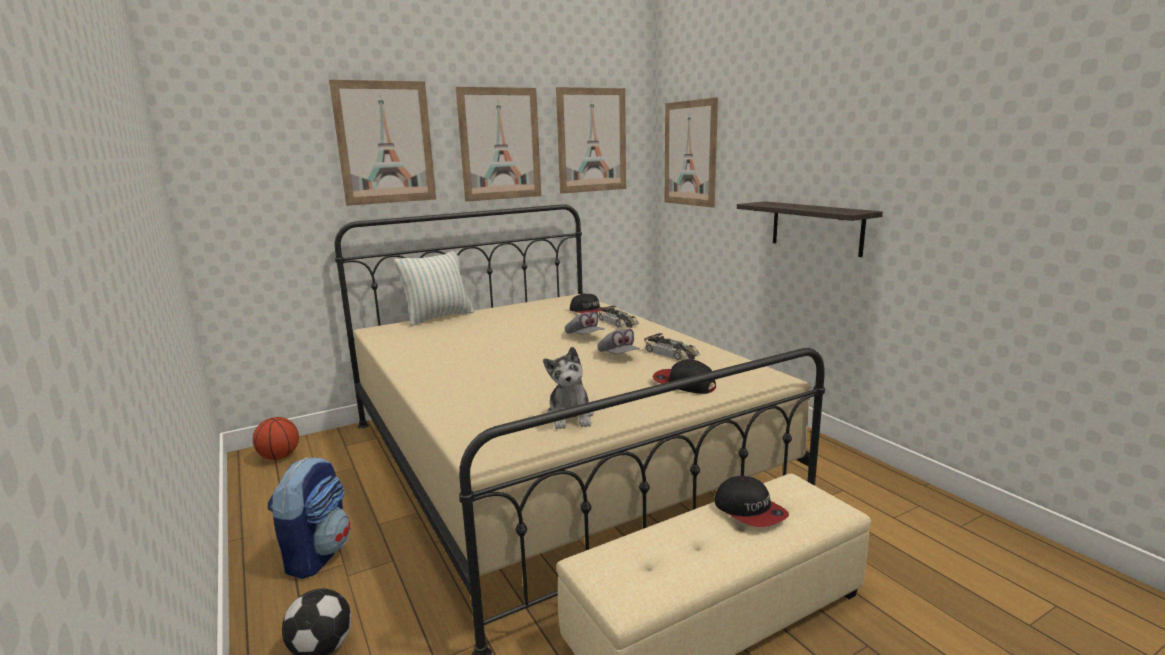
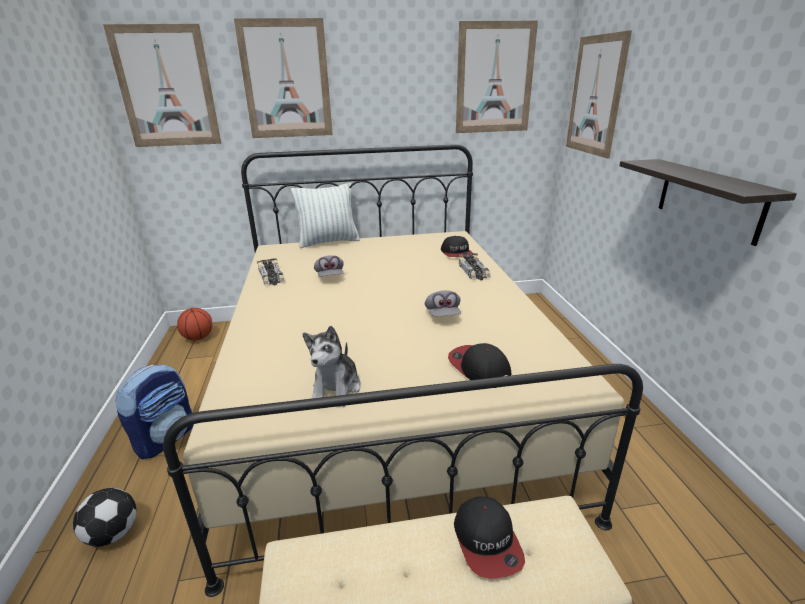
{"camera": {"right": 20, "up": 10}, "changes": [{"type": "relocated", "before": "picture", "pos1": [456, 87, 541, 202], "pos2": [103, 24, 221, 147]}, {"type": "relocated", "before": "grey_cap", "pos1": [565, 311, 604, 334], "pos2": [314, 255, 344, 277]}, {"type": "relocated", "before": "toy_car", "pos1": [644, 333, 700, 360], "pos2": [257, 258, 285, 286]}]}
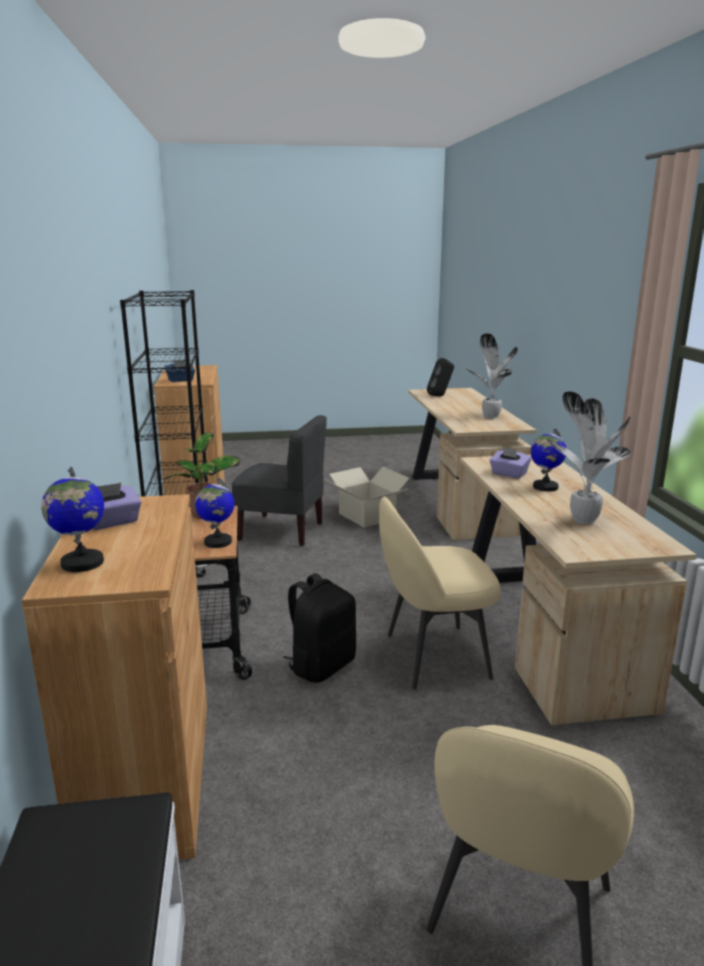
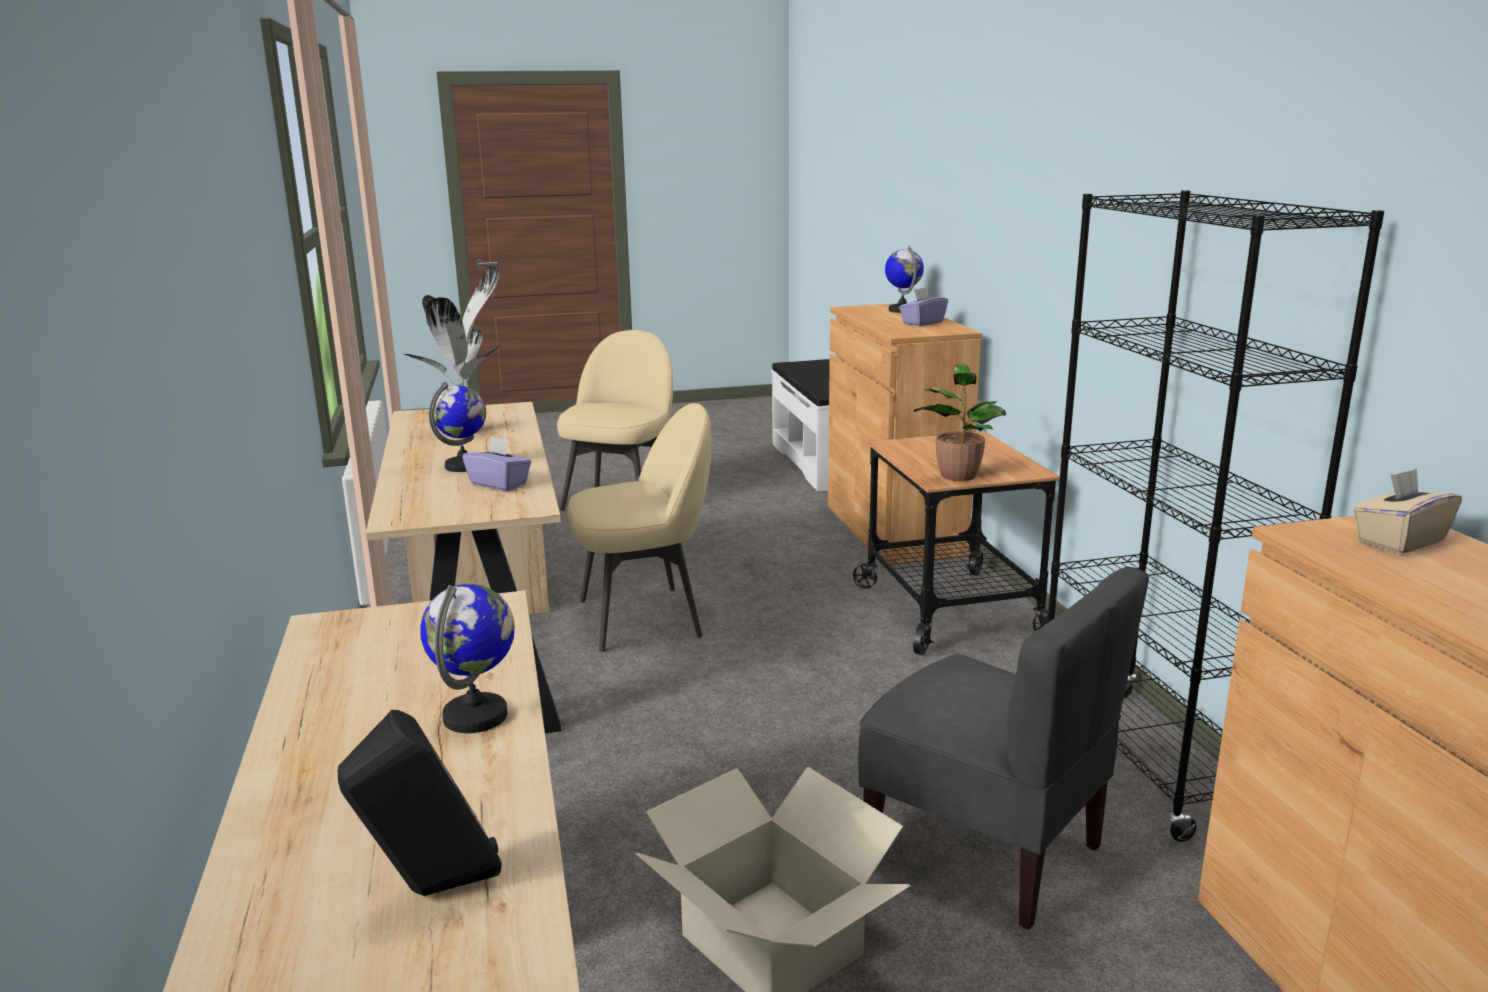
{"camera": {"right": 175, "up": 0}, "changes": [{"type": "colour", "before": "blue_tissue_box", "after": "beige_tissue_box", "pos1": [165, 360, 195, 382], "pos2": [1353, 468, 1462, 554]}, {"type": "relocated", "before": "globe", "pos1": [195, 478, 234, 548], "pos2": [420, 584, 515, 733]}, {"type": "spun", "before": "grey_chair", "pos1": [231, 415, 327, 546], "pos2": [858, 567, 1149, 929], "turn": -150}, {"type": "missing", "before": "black_backpack", "pos1": [283, 573, 356, 683]}, {"type": "missing", "before": "potted_plant", "pos1": [466, 334, 518, 419]}]}
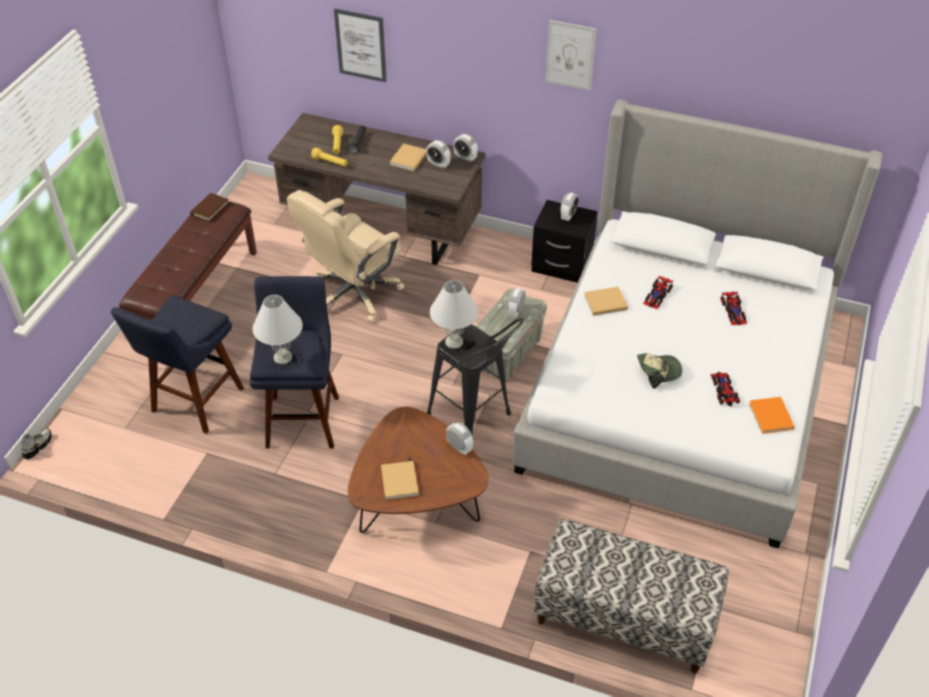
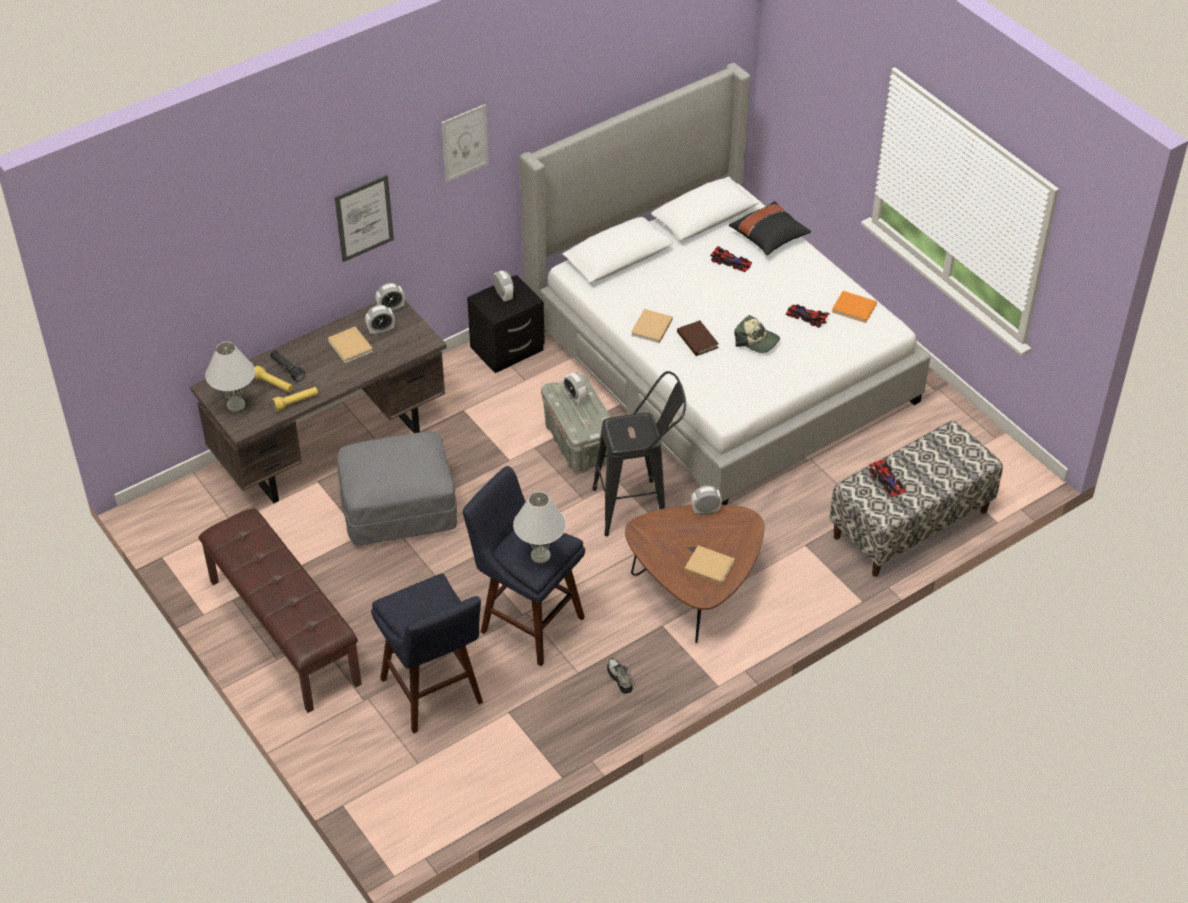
{"camera": {"right": -55, "up": 0}, "changes": [{"type": "relocated", "before": "shoe", "pos1": [20, 428, 51, 459], "pos2": [607, 658, 632, 693]}, {"type": "relocated", "before": "brown_book", "pos1": [190, 193, 229, 222], "pos2": [677, 320, 719, 356]}, {"type": "exchanged", "before": "beige_office_chair", "after": "grey_ottoman", "pos1": [287, 190, 404, 323], "pos2": [337, 432, 457, 545]}, {"type": "relocated", "before": "picture", "pos1": [334, 8, 387, 82], "pos2": [335, 174, 394, 262]}, {"type": "relocated", "before": "white_table_lamp", "pos1": [430, 280, 478, 349], "pos2": [205, 342, 255, 412]}, {"type": "spun", "before": "cap", "pos1": [637, 353, 682, 389], "pos2": [734, 315, 780, 353], "turn": 105}, {"type": "relocated", "before": "toy_car", "pos1": [643, 276, 673, 309], "pos2": [869, 459, 906, 497]}, {"type": "appeared", "after": "black_pillow", "pos2": [729, 201, 811, 255]}]}
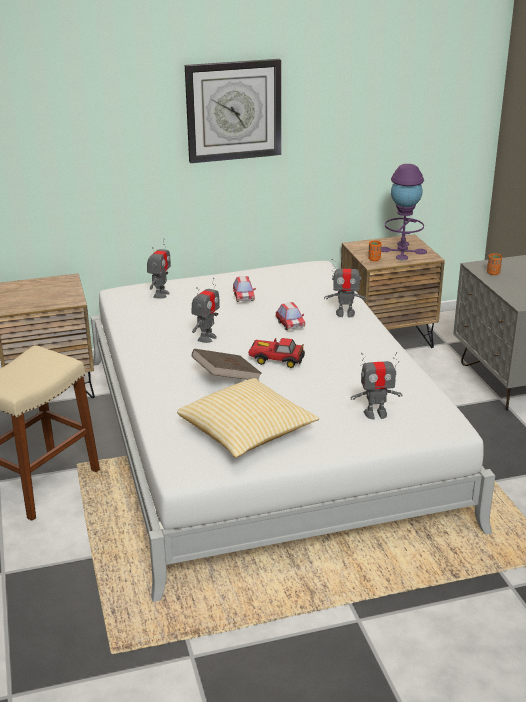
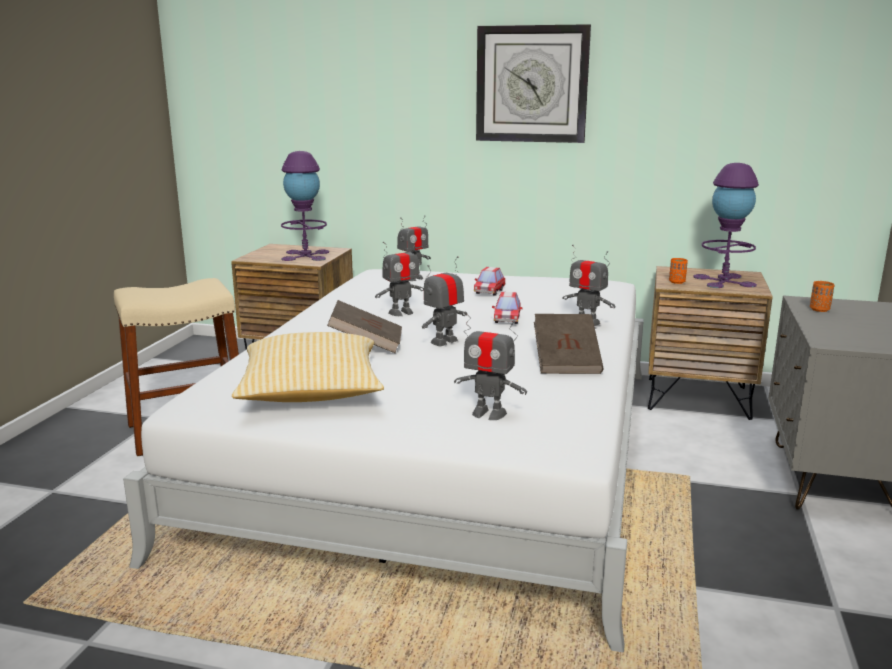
{"camera": {"right": 30, "up": -10}, "changes": [{"type": "exchanged", "before": "toy_car", "after": "toy_robot", "pos1": [248, 338, 305, 368], "pos2": [422, 256, 467, 346]}, {"type": "appeared", "after": "purple_table_lamp", "pos2": [281, 151, 329, 261]}, {"type": "appeared", "after": "brown_book", "pos2": [534, 314, 604, 374]}]}
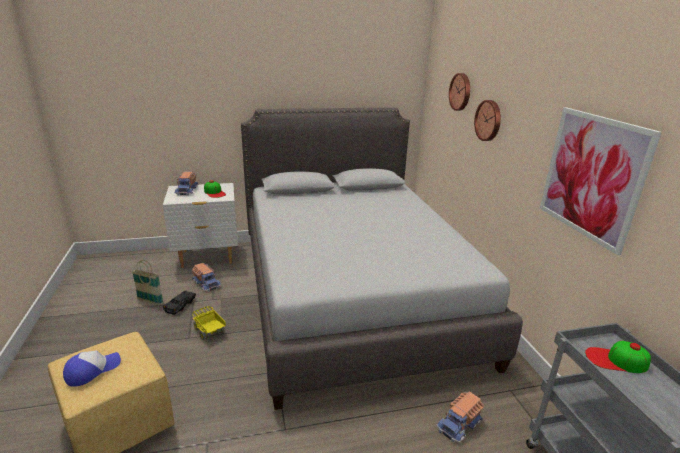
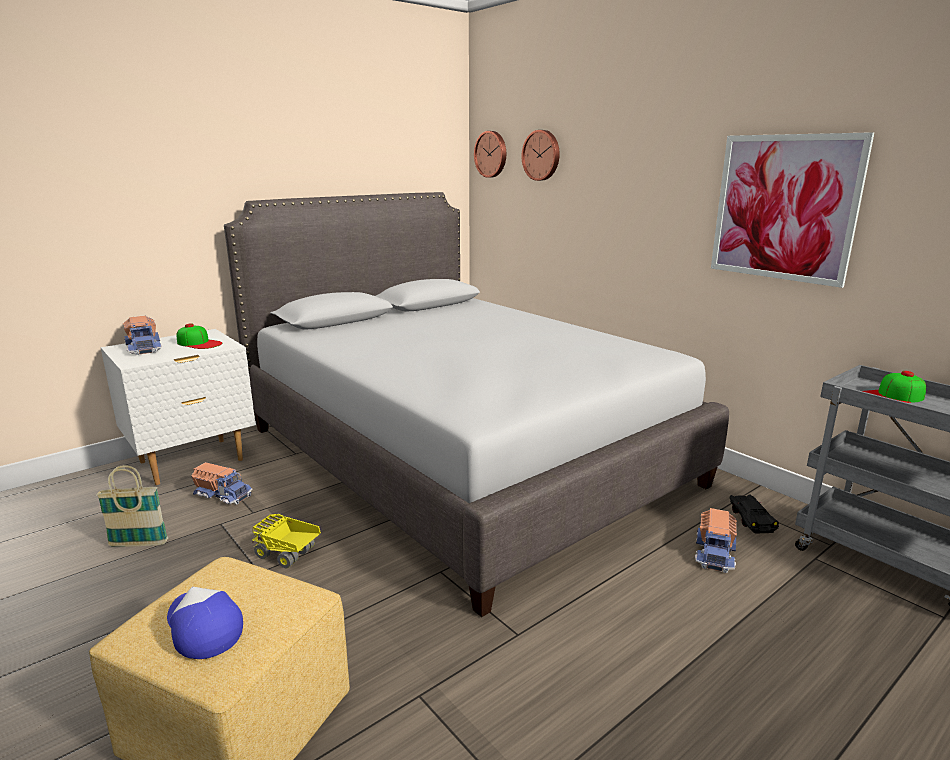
{"camera": {"right": -25, "up": -5}, "changes": [{"type": "spun", "before": "cap", "pos1": [63, 350, 121, 387], "pos2": [167, 587, 243, 659], "turn": -60}, {"type": "relocated", "before": "black_toy_car", "pos1": [163, 290, 196, 315], "pos2": [729, 495, 779, 534]}, {"type": "relocated", "before": "wall_clock", "pos1": [474, 100, 501, 141], "pos2": [474, 131, 506, 178]}]}
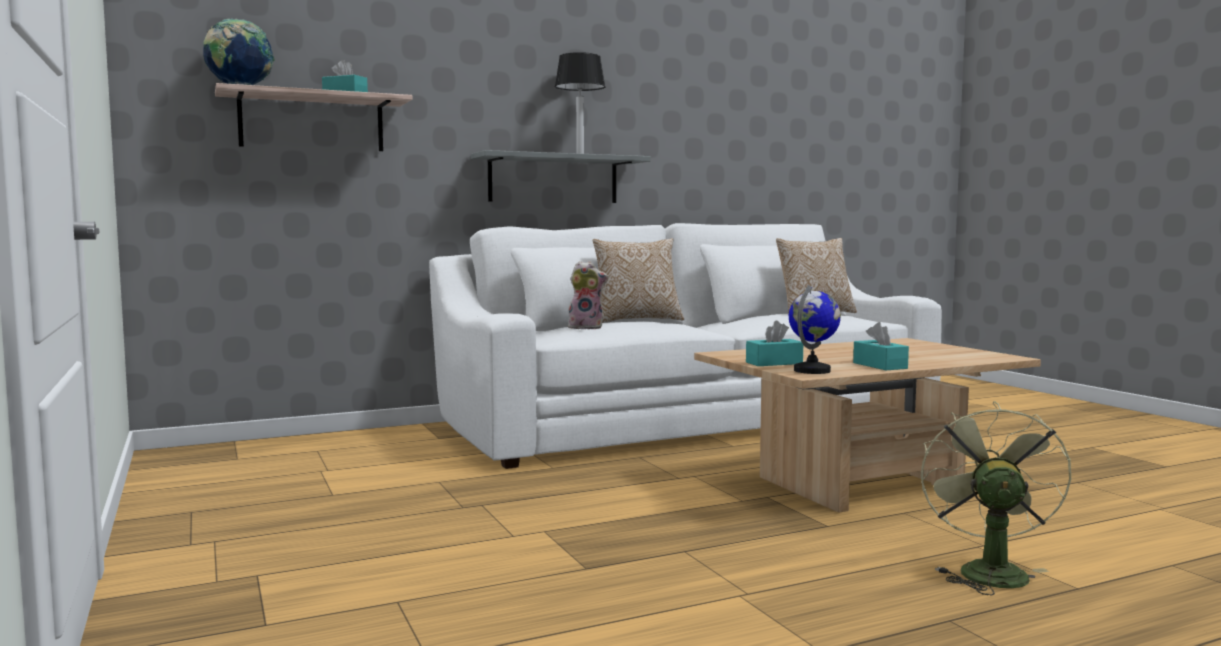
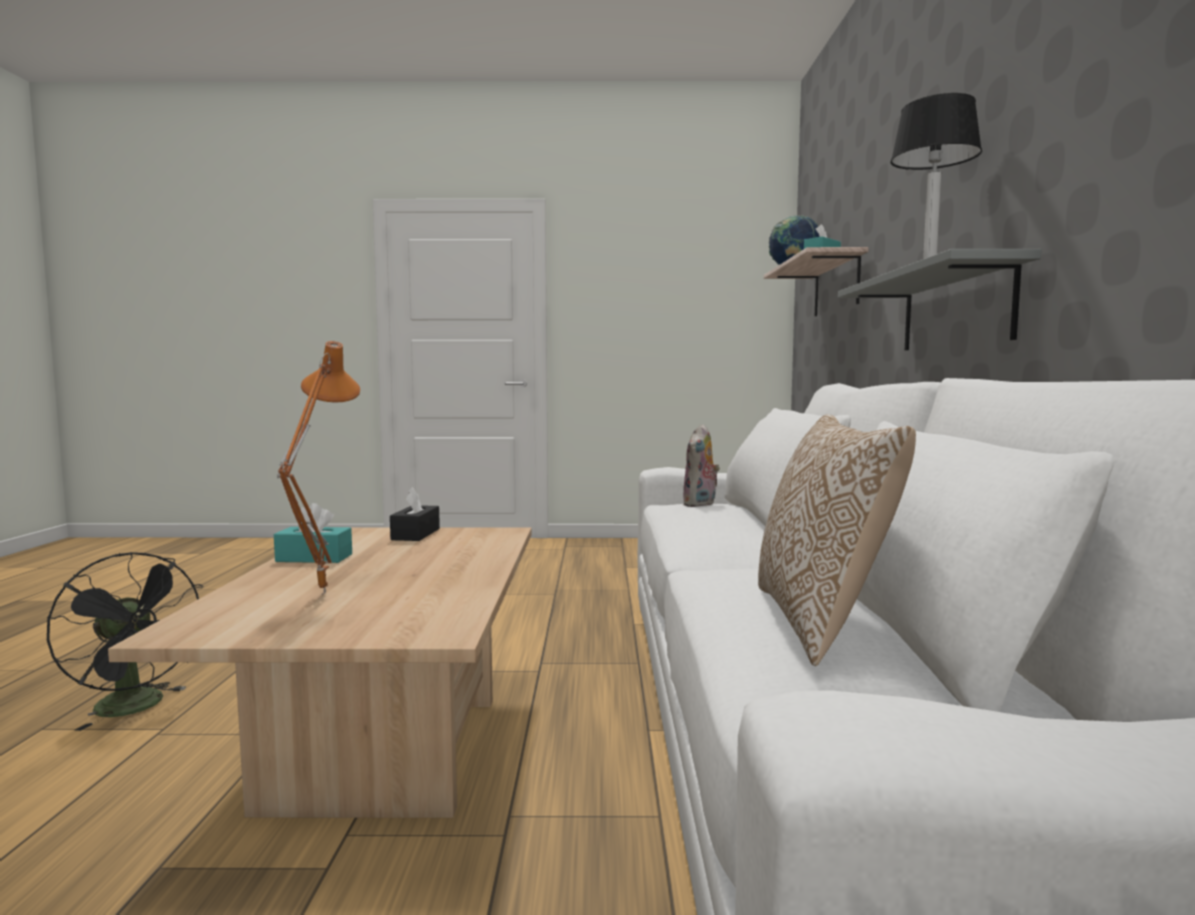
{"camera": {"right": 115, "up": 0}, "changes": [{"type": "missing", "before": "pillow", "pos1": [592, 238, 684, 323]}, {"type": "colour", "before": "turquoise_tissue_box", "after": "black_tissue_box", "pos1": [746, 320, 803, 366], "pos2": [390, 487, 440, 541]}, {"type": "missing", "before": "globe", "pos1": [789, 285, 841, 374]}, {"type": "colour", "before": "green_fan", "after": "black_fan", "pos1": [921, 401, 1071, 595], "pos2": [47, 552, 204, 731]}, {"type": "appeared", "after": "orange_table_lamp", "pos2": [277, 341, 360, 595]}]}
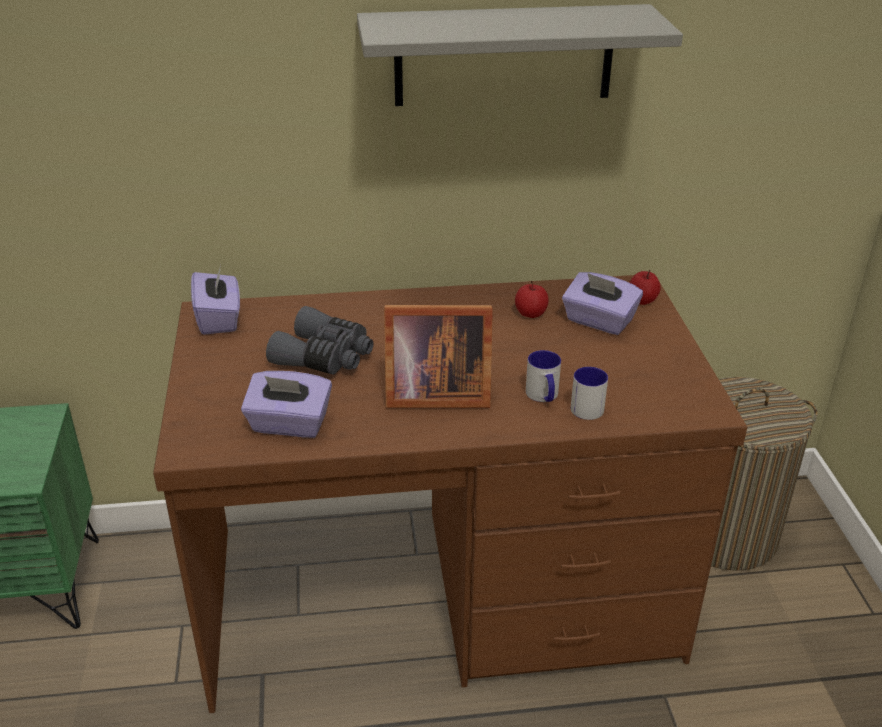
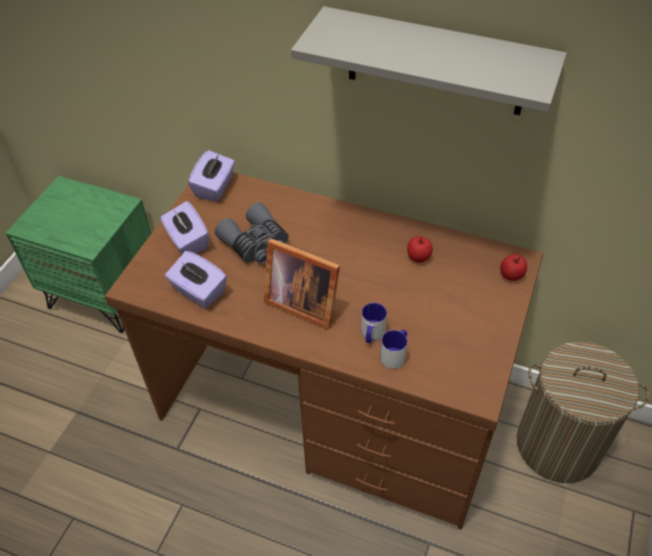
{"camera": {"right": 30, "up": 15}, "changes": [{"type": "relocated", "before": "purple_tissue_box", "pos1": [562, 272, 643, 335], "pos2": [161, 201, 209, 254]}]}
